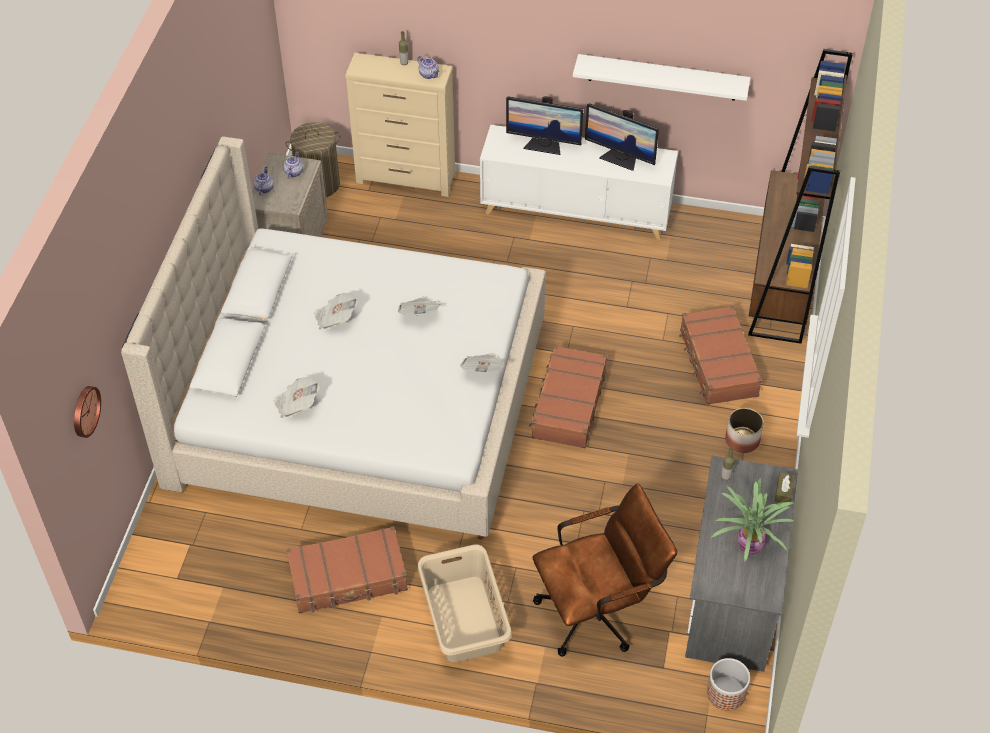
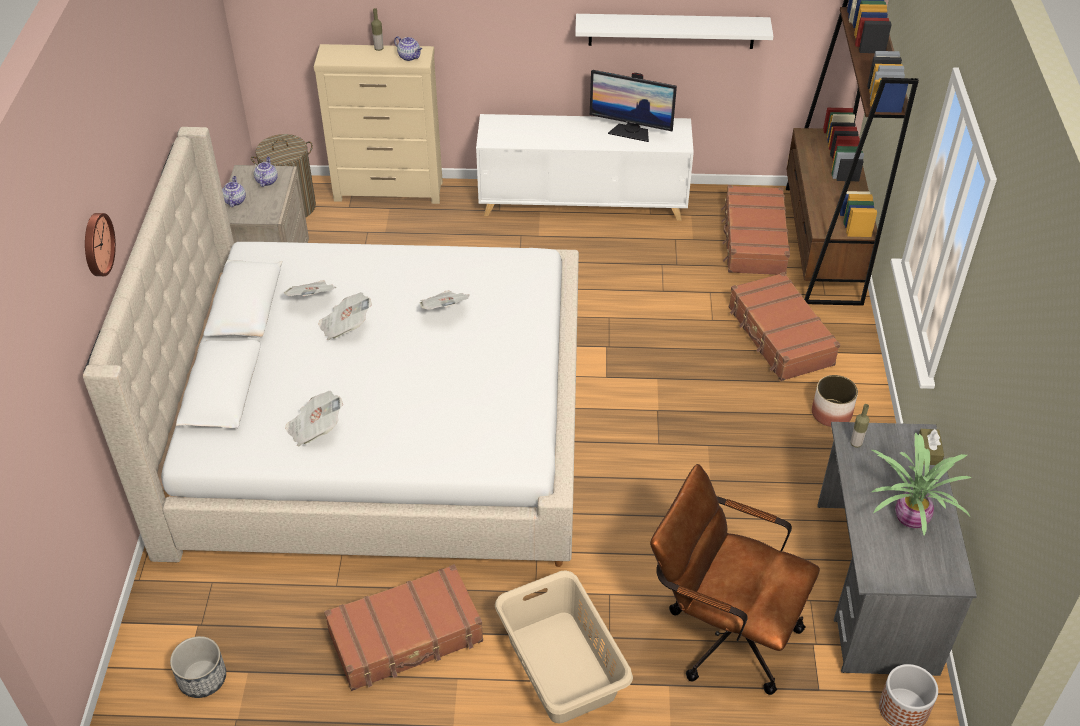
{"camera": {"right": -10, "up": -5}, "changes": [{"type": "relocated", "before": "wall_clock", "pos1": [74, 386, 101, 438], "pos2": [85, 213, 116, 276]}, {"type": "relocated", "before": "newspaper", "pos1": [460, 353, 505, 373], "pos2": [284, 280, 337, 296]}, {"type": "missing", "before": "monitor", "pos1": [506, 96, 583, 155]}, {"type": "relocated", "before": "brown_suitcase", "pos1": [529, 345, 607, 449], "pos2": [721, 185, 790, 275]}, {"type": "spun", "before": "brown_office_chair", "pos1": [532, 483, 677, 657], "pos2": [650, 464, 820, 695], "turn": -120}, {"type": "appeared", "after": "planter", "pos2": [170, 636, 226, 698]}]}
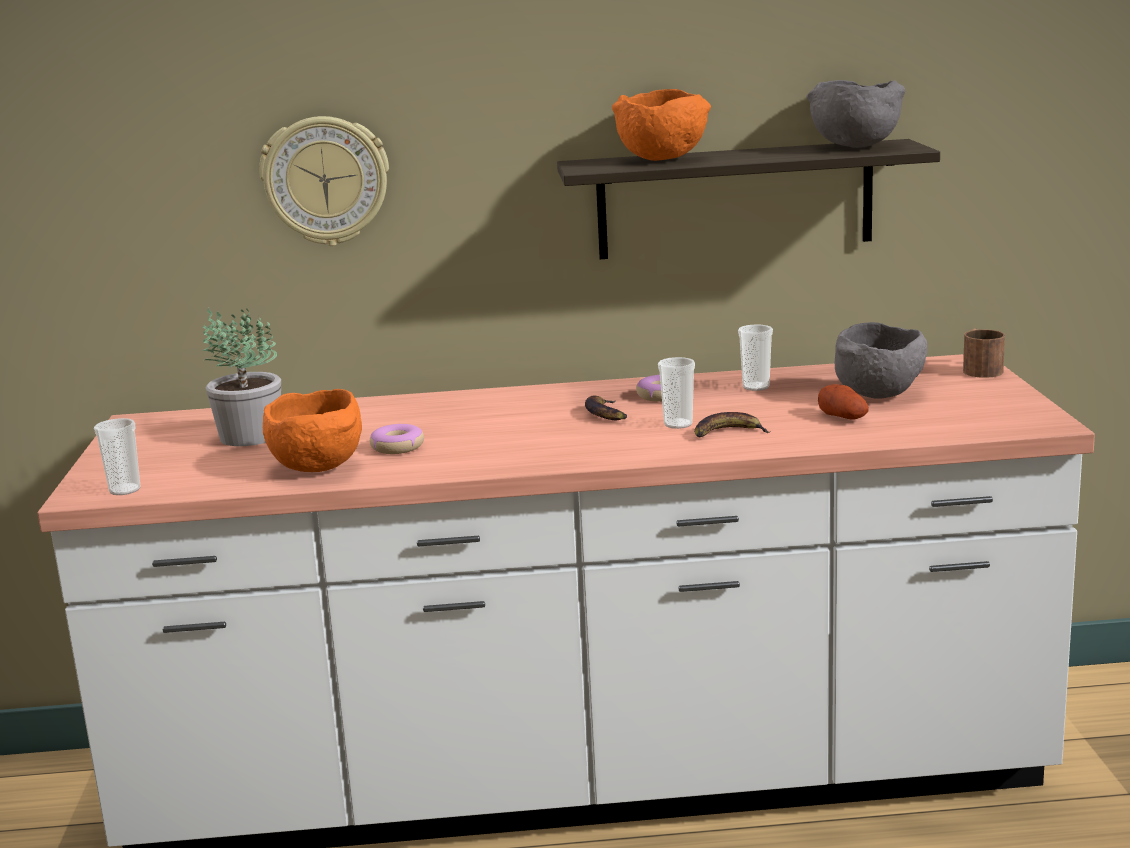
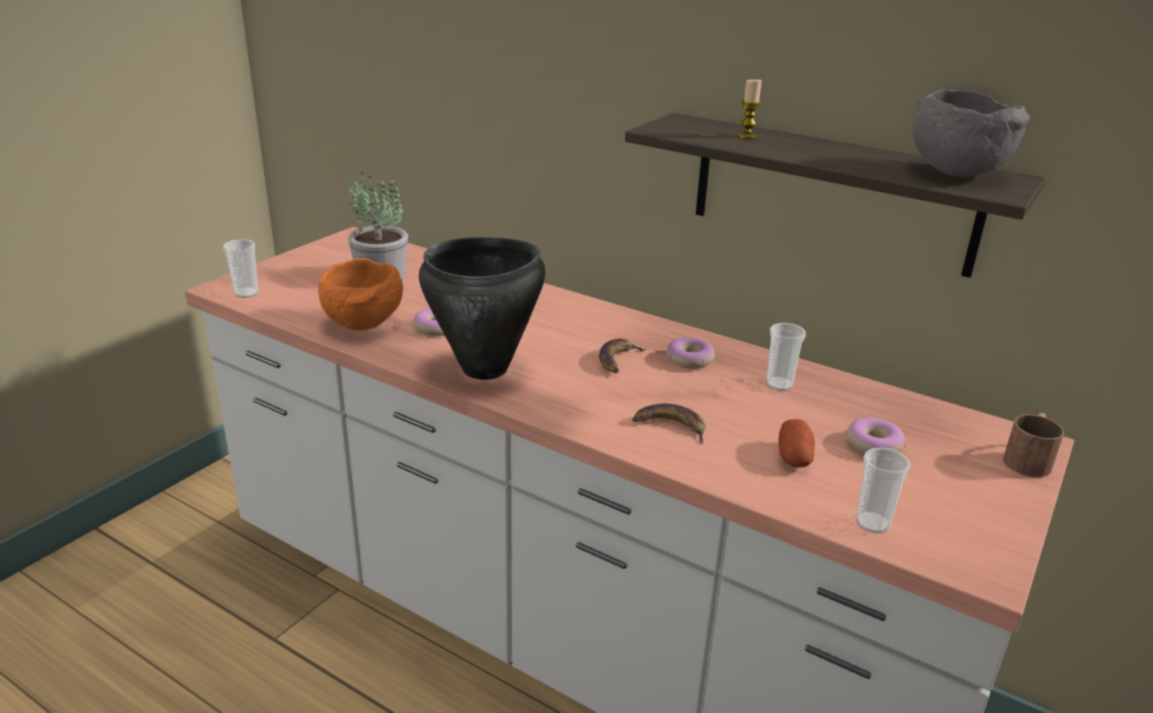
{"camera": {"right": 35, "up": 10}, "changes": [{"type": "missing", "before": "wall_clock", "pos1": [259, 116, 389, 246]}, {"type": "exchanged", "before": "orange_bowl", "after": "candle", "pos1": [612, 89, 711, 161], "pos2": [738, 79, 762, 139]}, {"type": "relocated", "before": "cup", "pos1": [658, 357, 695, 429], "pos2": [856, 447, 911, 533]}, {"type": "exchanged", "before": "grey_bowl", "after": "donut", "pos1": [835, 322, 927, 399], "pos2": [847, 418, 906, 454]}, {"type": "appeared", "after": "black_cooking_pot", "pos2": [419, 237, 546, 380]}]}
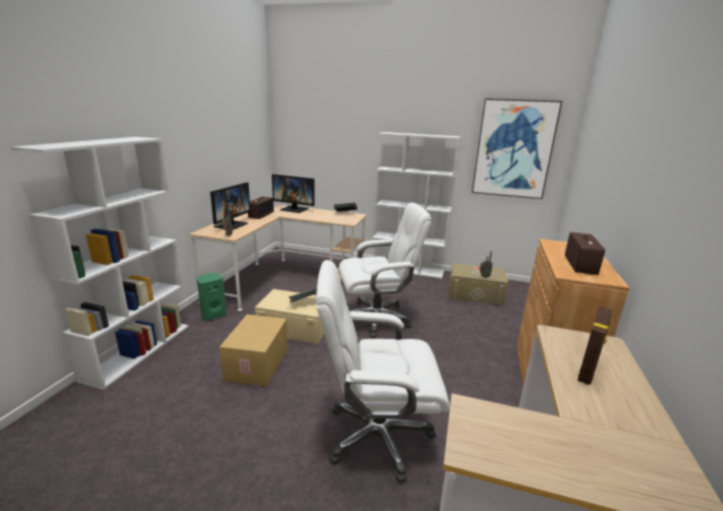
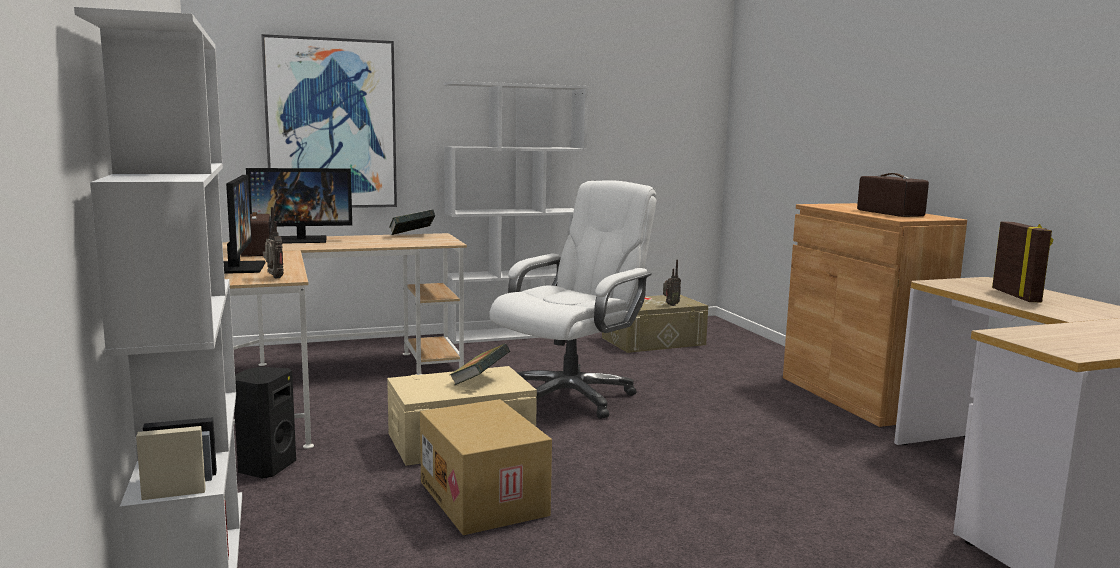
{"camera": {"right": -35, "up": -10}, "changes": [{"type": "colour", "before": "green_speaker", "after": "black_speaker", "pos1": [197, 273, 227, 321], "pos2": [234, 367, 296, 479]}, {"type": "missing", "before": "white_office_chair", "pos1": [316, 260, 450, 483]}, {"type": "relocated", "before": "picture", "pos1": [472, 98, 563, 199], "pos2": [261, 34, 397, 208]}]}
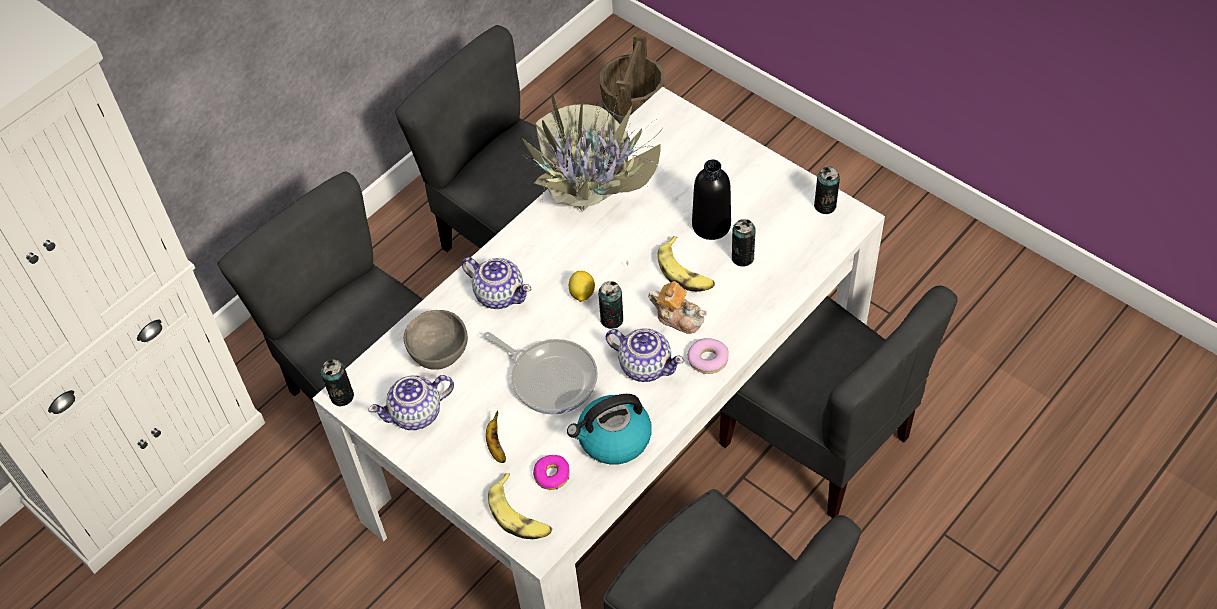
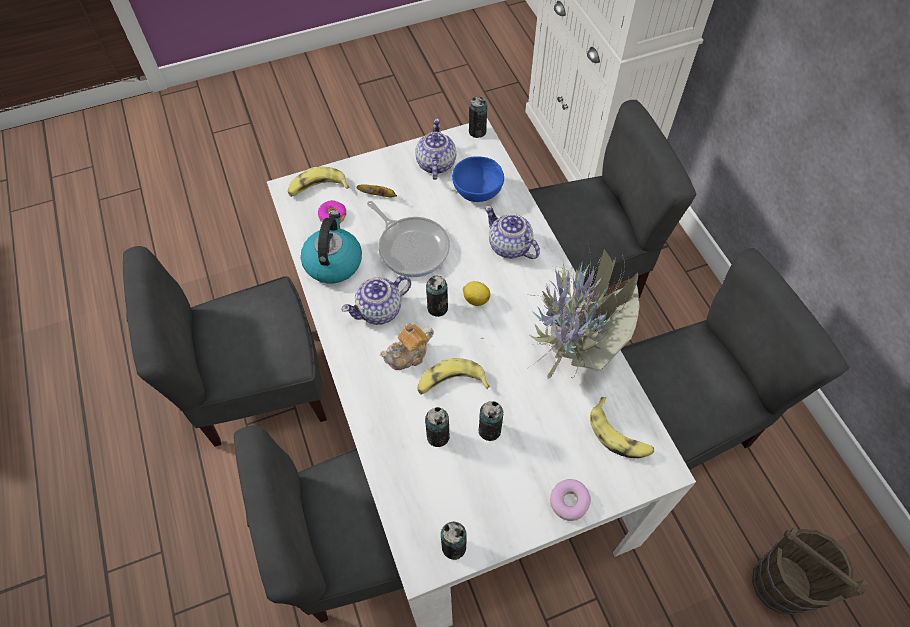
{"camera": {"right": 115, "up": 5}, "changes": [{"type": "colour", "before": "grey_bowl", "after": "blue_bowl", "pos1": [404, 310, 468, 370], "pos2": [452, 156, 504, 202]}, {"type": "spun", "before": "teapot", "pos1": [462, 257, 531, 309], "pos2": [485, 206, 540, 259], "turn": 75}, {"type": "spun", "before": "frying_pan", "pos1": [484, 332, 598, 415], "pos2": [367, 201, 450, 277], "turn": -105}, {"type": "relocated", "before": "donut", "pos1": [687, 338, 729, 374], "pos2": [550, 479, 591, 521]}, {"type": "exchanged", "before": "black_bottle", "after": "can", "pos1": [692, 159, 731, 240], "pos2": [479, 401, 503, 441]}, {"type": "appeared", "after": "banana", "pos2": [590, 397, 654, 458]}]}
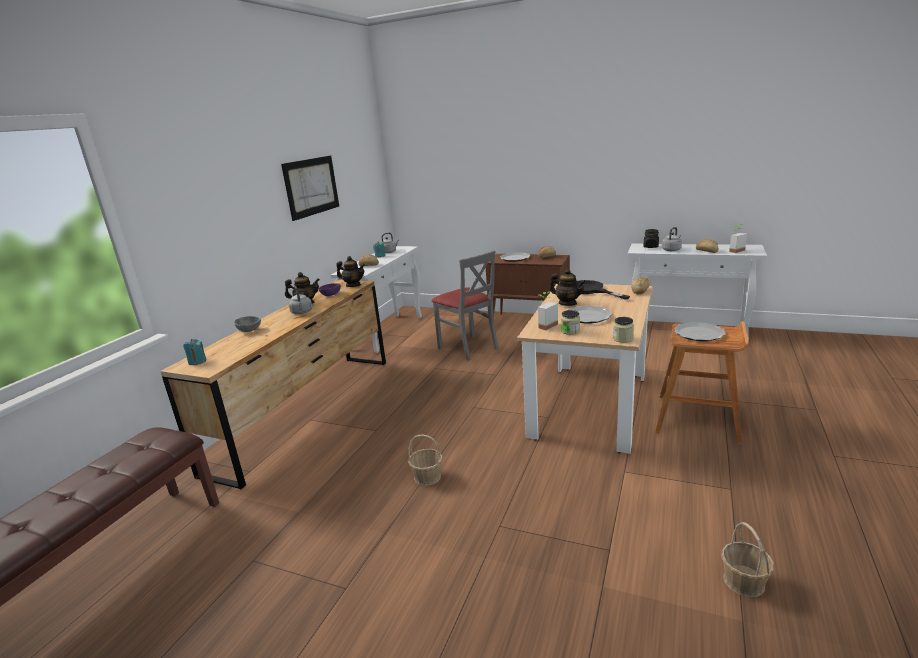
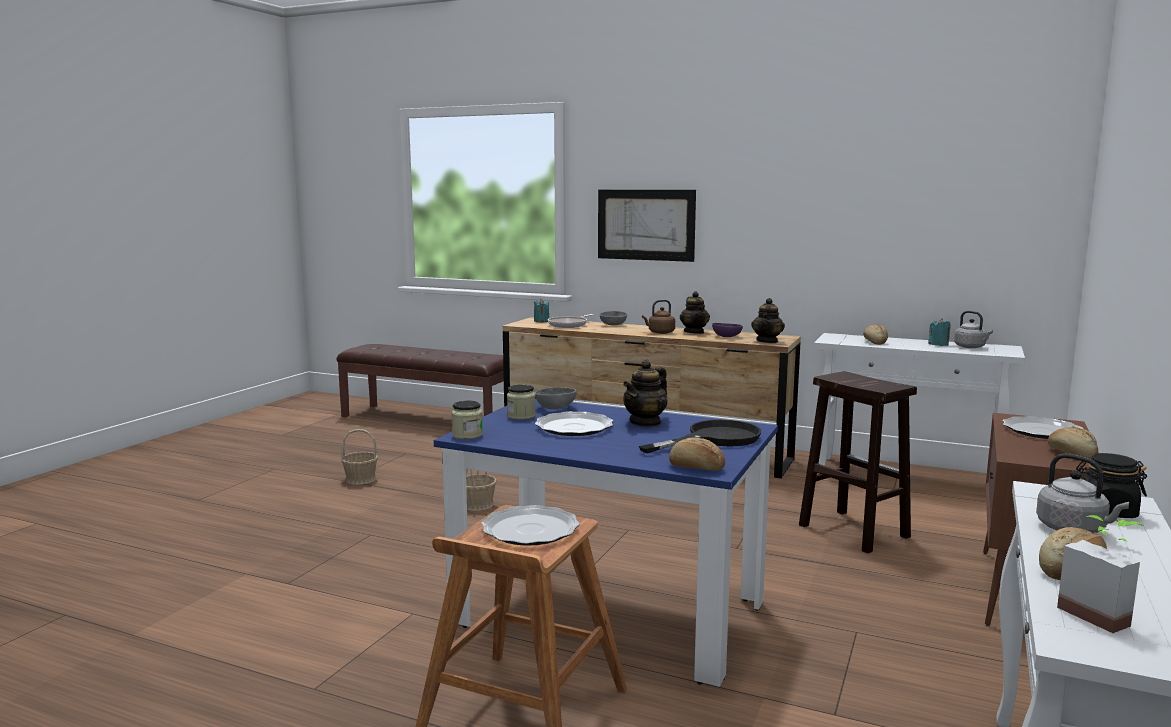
{"camera": {"right": 90, "up": -10}, "changes": [{"type": "relocated", "before": "picture", "pos1": [281, 156, 339, 221], "pos2": [598, 190, 696, 262]}, {"type": "colour", "before": "grey_kettle", "after": "brown_kettle", "pos1": [289, 286, 312, 314], "pos2": [642, 300, 675, 334]}, {"type": "exchanged", "before": "grey_chair", "after": "brown_stool", "pos1": [431, 251, 499, 361], "pos2": [799, 371, 917, 553]}, {"type": "colour", "before": "beige_dining_table", "after": "blue_dining_table", "pos1": [517, 284, 653, 454], "pos2": [434, 398, 778, 687]}, {"type": "exchanged", "before": "potted_plant", "after": "grey_bowl", "pos1": [538, 291, 558, 330], "pos2": [535, 387, 576, 409]}, {"type": "relocated", "before": "basket", "pos1": [721, 522, 774, 597], "pos2": [341, 429, 378, 485]}, {"type": "appeared", "after": "frying_pan", "pos2": [548, 314, 595, 328]}]}
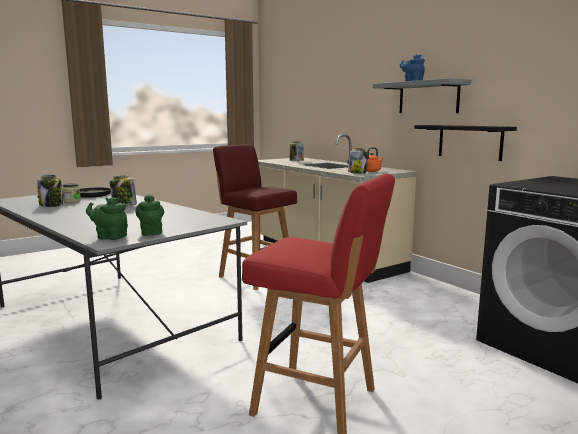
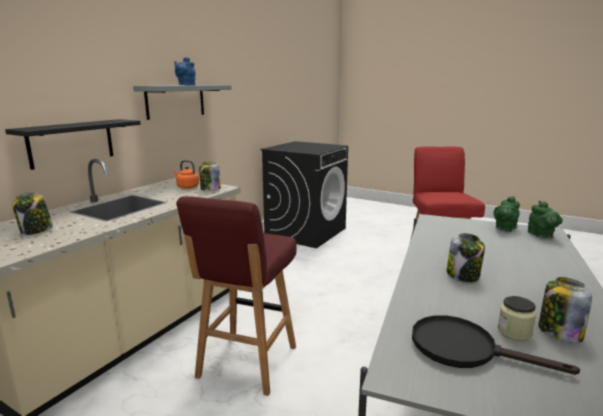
{"camera": {"right": -115, "up": 5}, "changes": [{"type": "relocated", "before": "black_shelf", "pos1": [414, 125, 517, 161], "pos2": [5, 119, 141, 170]}]}
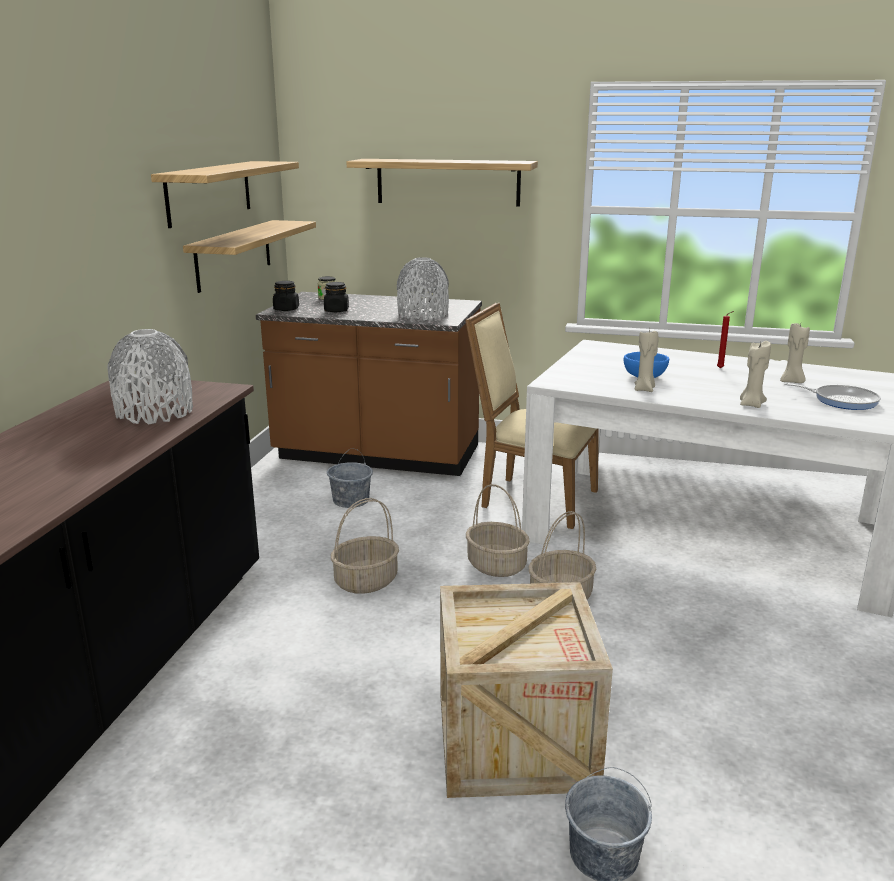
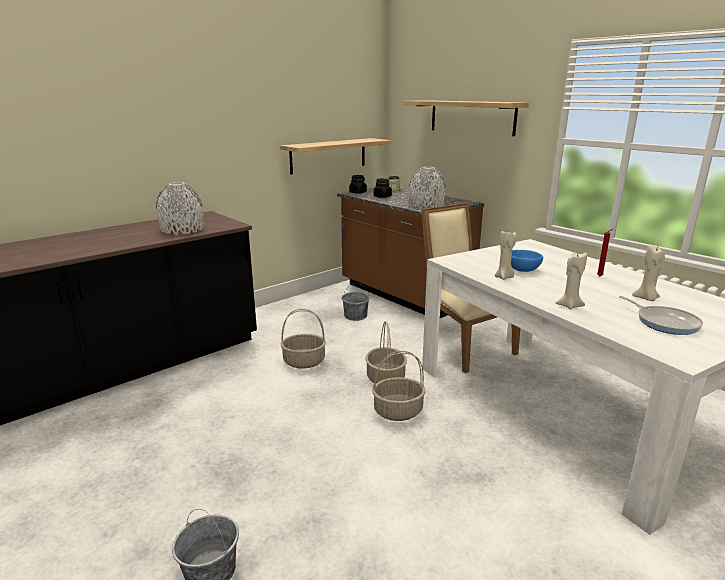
{"camera": {"right": 35, "up": 0}, "changes": [{"type": "missing", "before": "shelf", "pos1": [151, 161, 299, 228]}, {"type": "missing", "before": "crate", "pos1": [440, 582, 613, 798]}]}
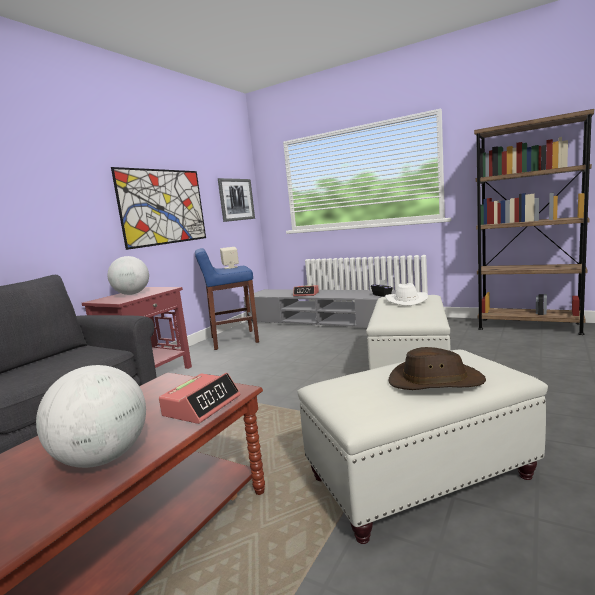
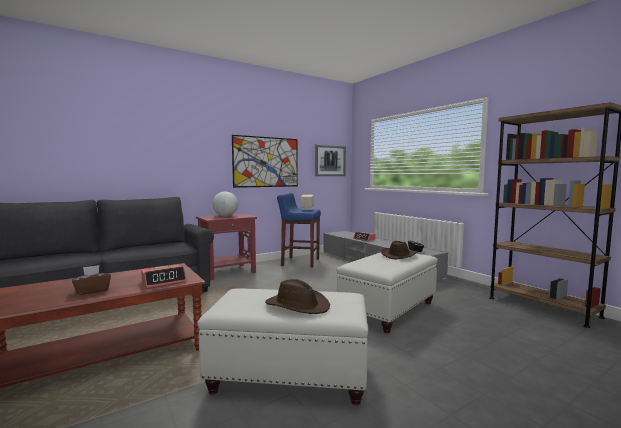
{"camera": {"right": 25, "up": -5}, "changes": [{"type": "exchanged", "before": "globe", "after": "brown_tissue_box", "pos1": [36, 365, 146, 468], "pos2": [72, 265, 111, 295]}, {"type": "colour", "before": "white_hat", "after": "brown_hat", "pos1": [385, 283, 428, 306], "pos2": [381, 241, 417, 259]}]}
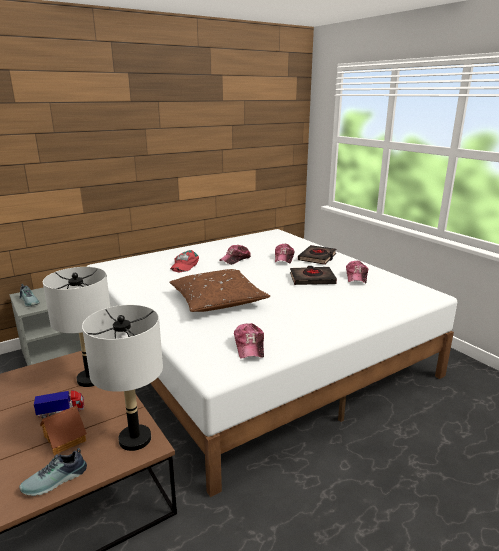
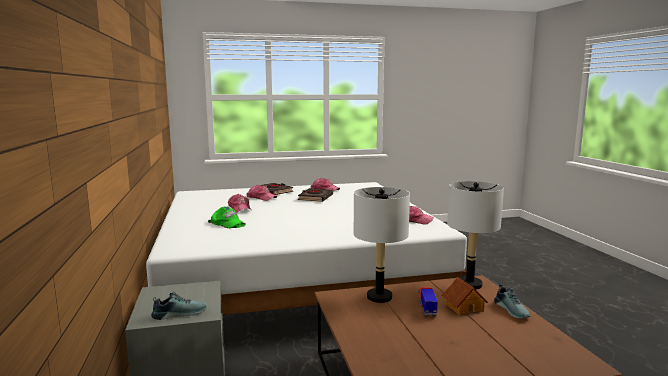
{"camera": {"right": -70, "up": -10}, "changes": [{"type": "missing", "before": "brown_pillow", "pos1": [169, 269, 270, 312]}, {"type": "colour", "before": "red_cap", "after": "green_cap", "pos1": [170, 250, 199, 272], "pos2": [208, 207, 246, 228]}]}
